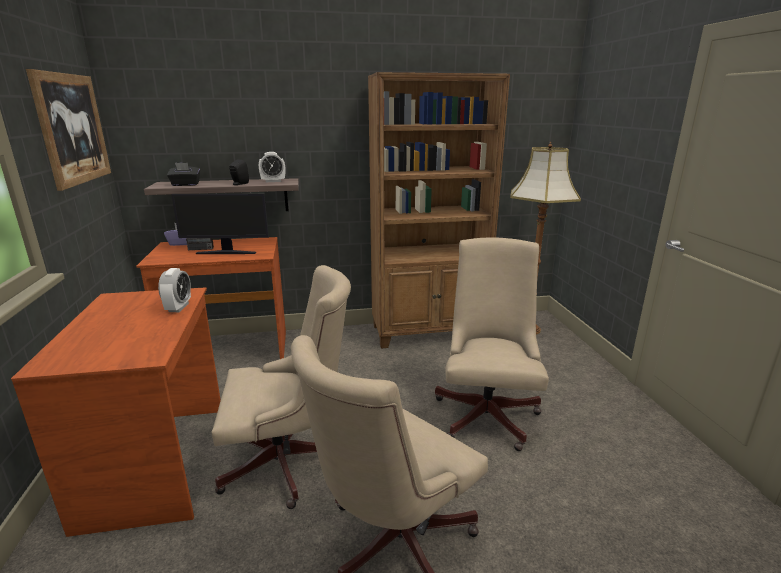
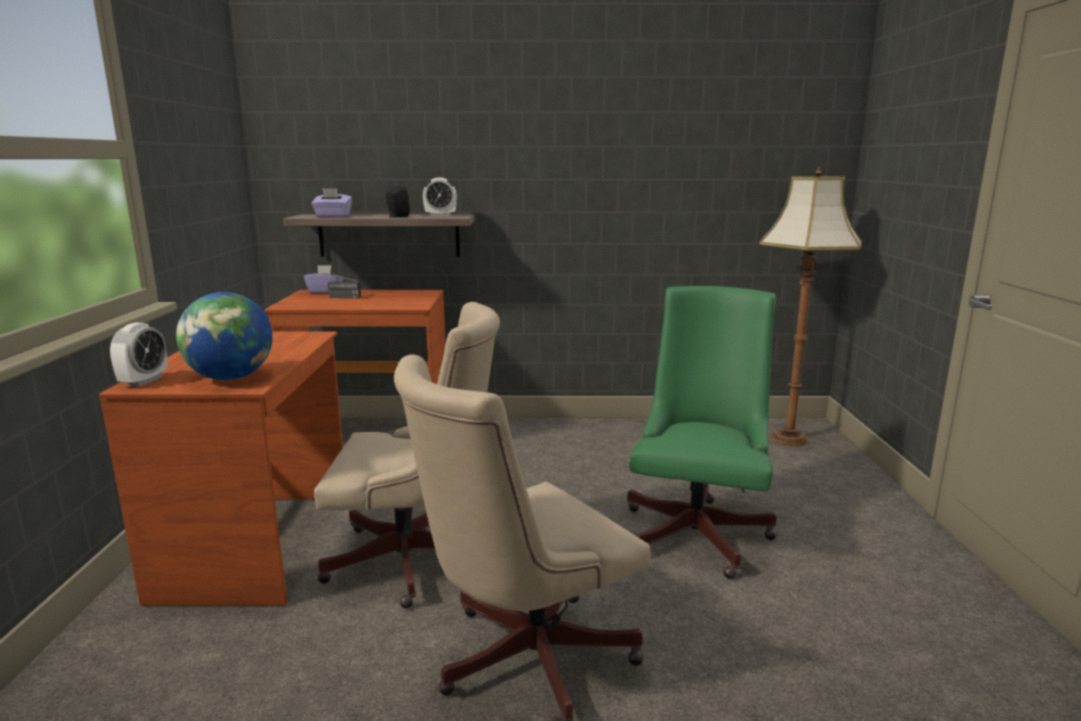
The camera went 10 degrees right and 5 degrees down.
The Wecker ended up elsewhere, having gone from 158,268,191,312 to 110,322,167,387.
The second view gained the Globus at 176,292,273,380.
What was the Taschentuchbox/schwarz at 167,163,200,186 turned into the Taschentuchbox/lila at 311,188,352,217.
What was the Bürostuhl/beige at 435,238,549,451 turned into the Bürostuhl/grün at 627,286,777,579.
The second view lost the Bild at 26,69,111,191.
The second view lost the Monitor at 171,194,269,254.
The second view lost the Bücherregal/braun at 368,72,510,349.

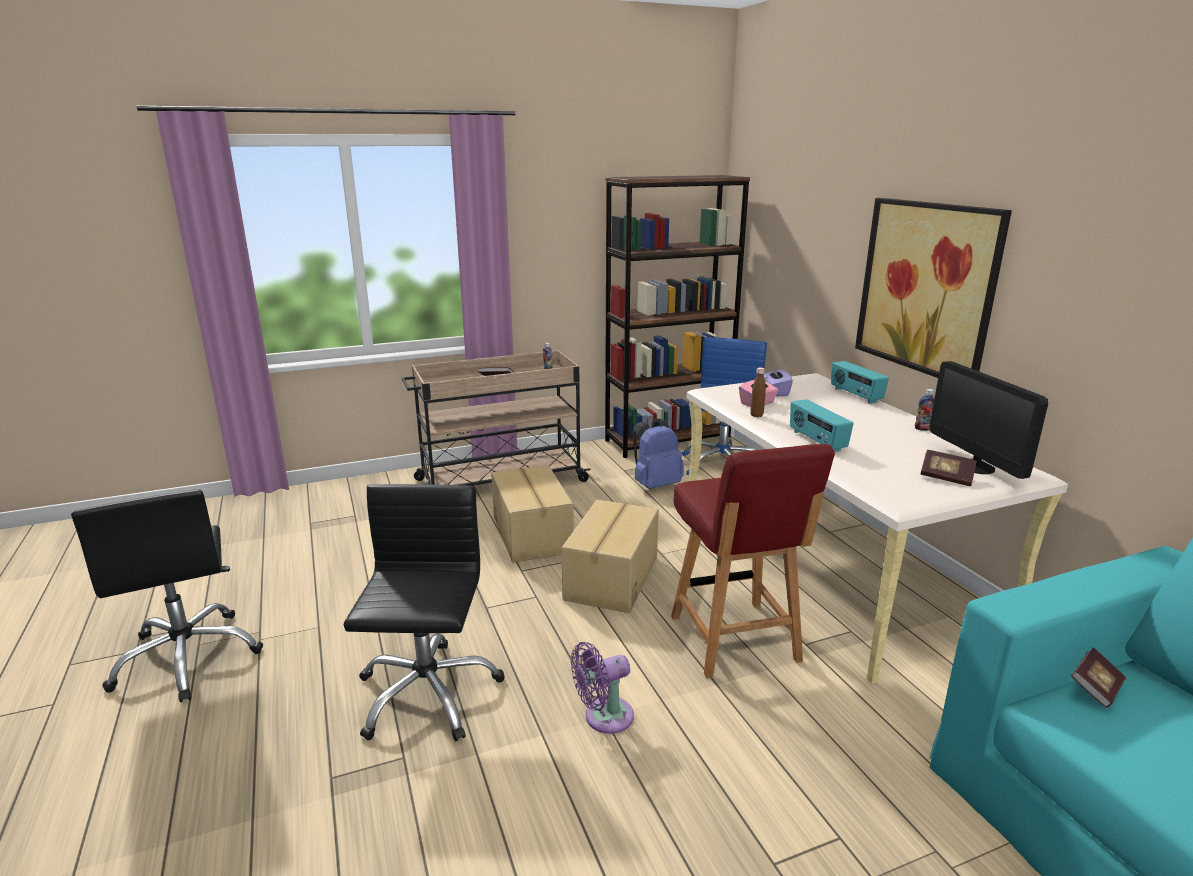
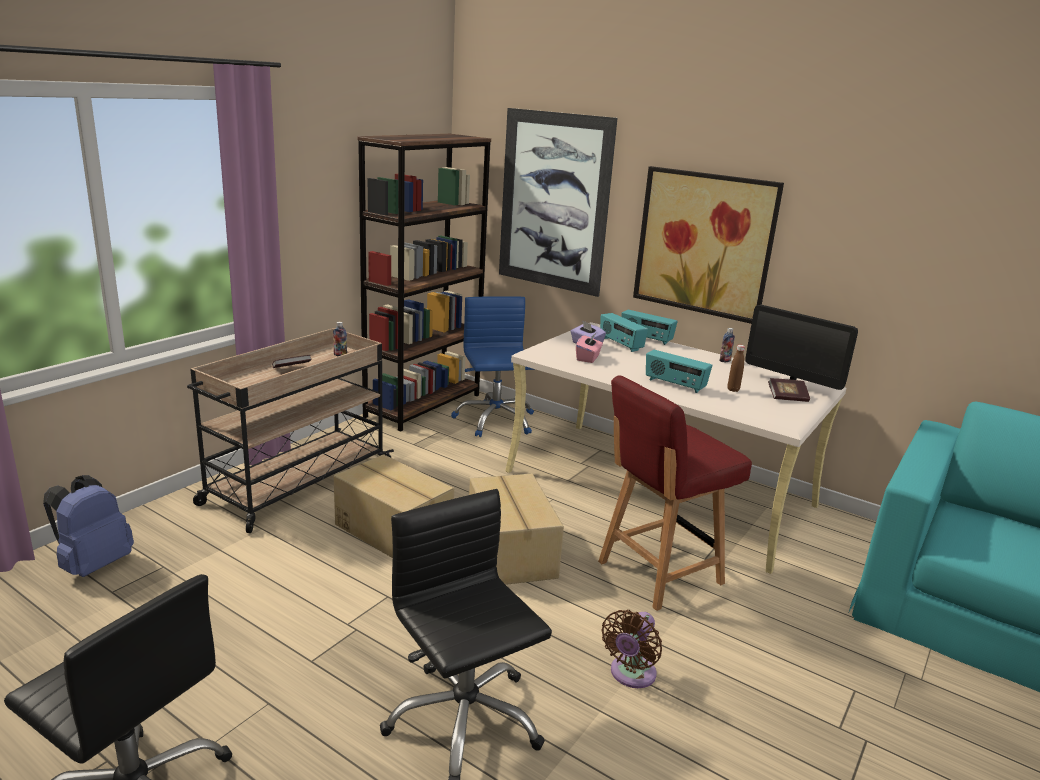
The camera went 35 degrees left and 0 degrees up.
The Rucksack/blau ended up elsewhere, having gone from 633,418,684,489 to 43,475,134,577.
The second view gained the Bild at 499,108,618,297.
The Stuhl/rot at 671,444,835,678 ended up facing another way, 105 degrees clockwise from before.
The second view gained the Radio at 600,313,648,352.
What was the Ventilator/lila at 571,642,634,734 turned into the Ventilator/braun at 602,610,662,688.
The Flasche/braun ended up elsewhere, having gone from 750,368,766,417 to 728,345,745,392.
The second view lost the Buch at 1071,647,1126,708.

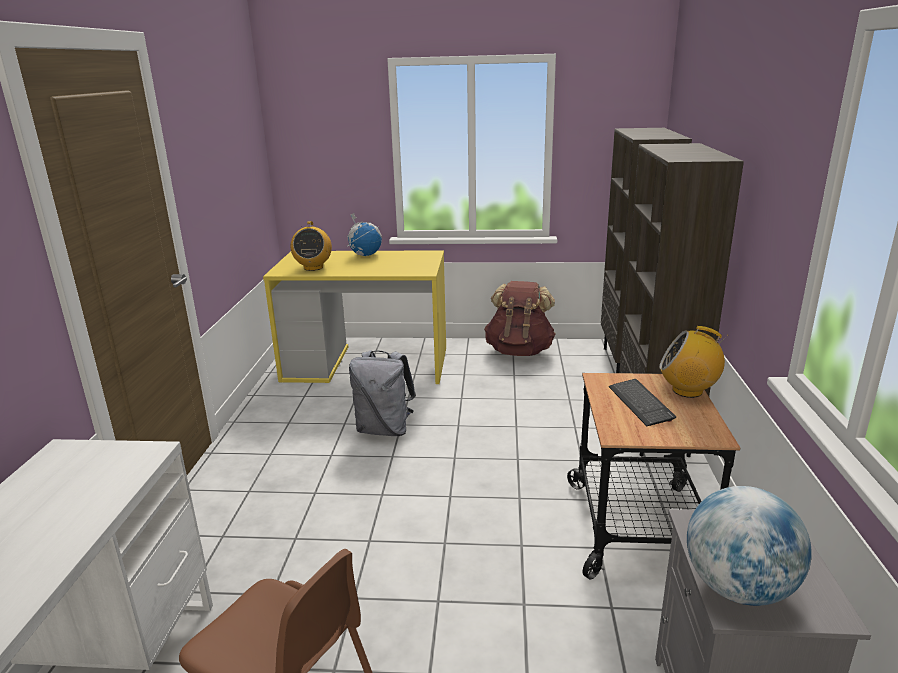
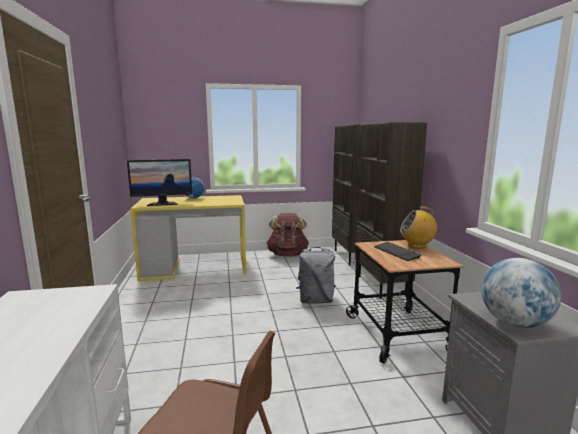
The camera went 15 degrees left and 10 degrees down.
Where the Radio stood at 290,221,332,271, the Monitor came to stand at 127,159,192,206.
The Rucksack/grau ended up elsewhere, having gone from 349,350,416,436 to 296,247,336,304.

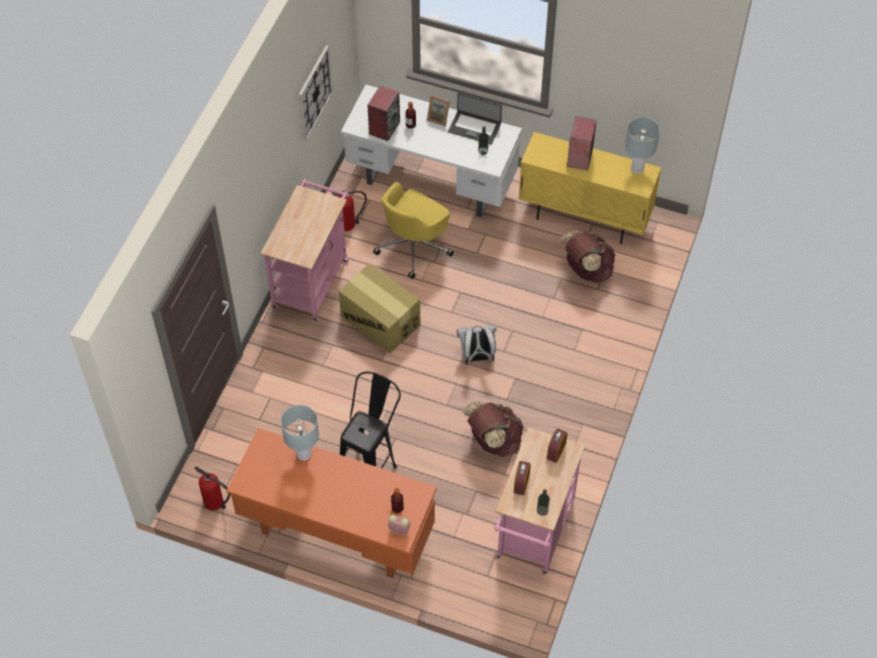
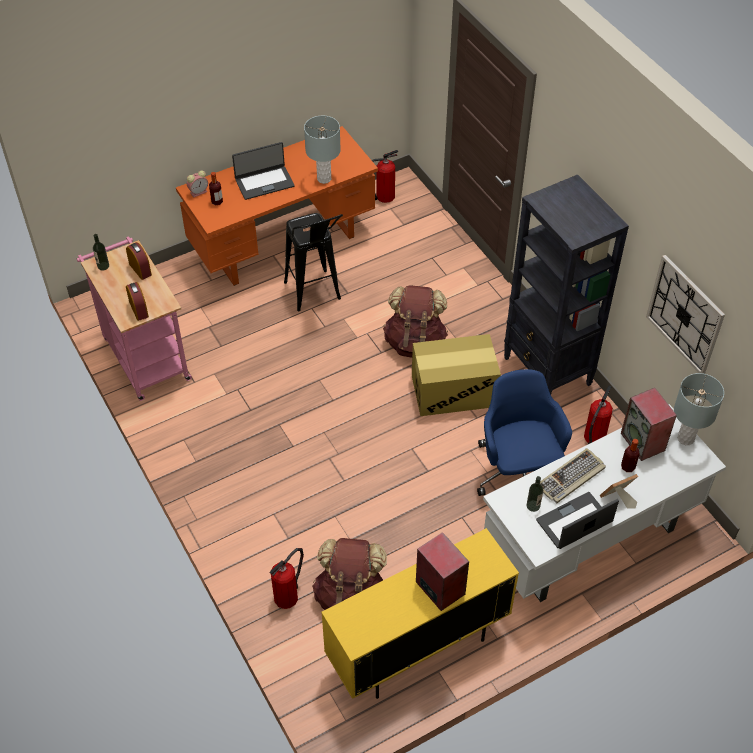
The camera went 130 degrees right and 5 degrees down.
The second view gained the Laptop at 232,142,295,200.
The second view gained the Feuerlöscher at 269,548,304,609.
The Rucksack/braun ended up elsewhere, having gone from 463,401,524,457 to 383,285,448,358.
What was the Bürostuhl/gelb at 373,182,454,279 turned into the Bürostuhl/blau at 477,369,572,496.
Where the Rollwagen/rosa stood at 261,179,349,322, the Bücherregal/schwarz came to stand at 504,174,629,394.
The second view gained the Tastatur at 540,448,606,503.
The Tischlampe/grau ended up elsewhere, having gone from 625,117,660,174 to 674,373,724,445.
The second view lost the Rucksack/weiß at 456,325,497,365.

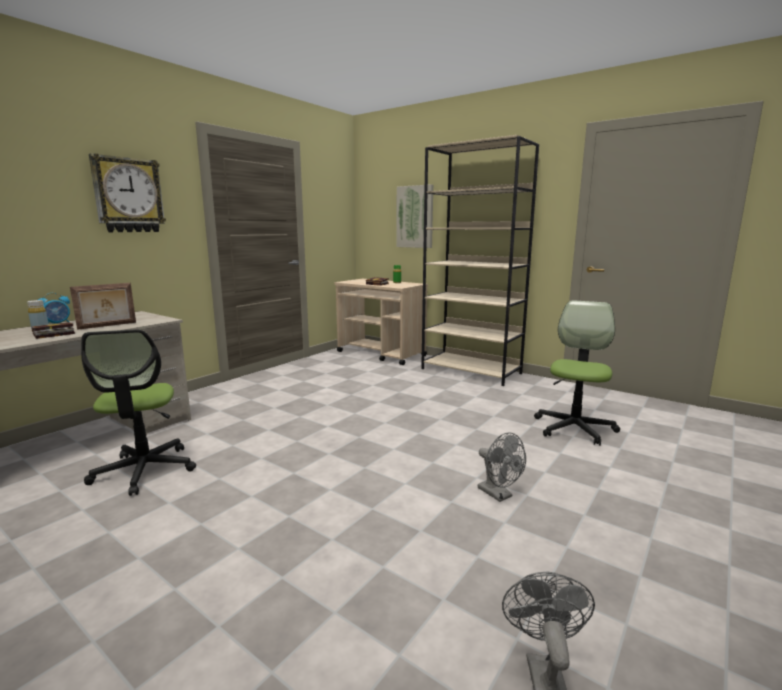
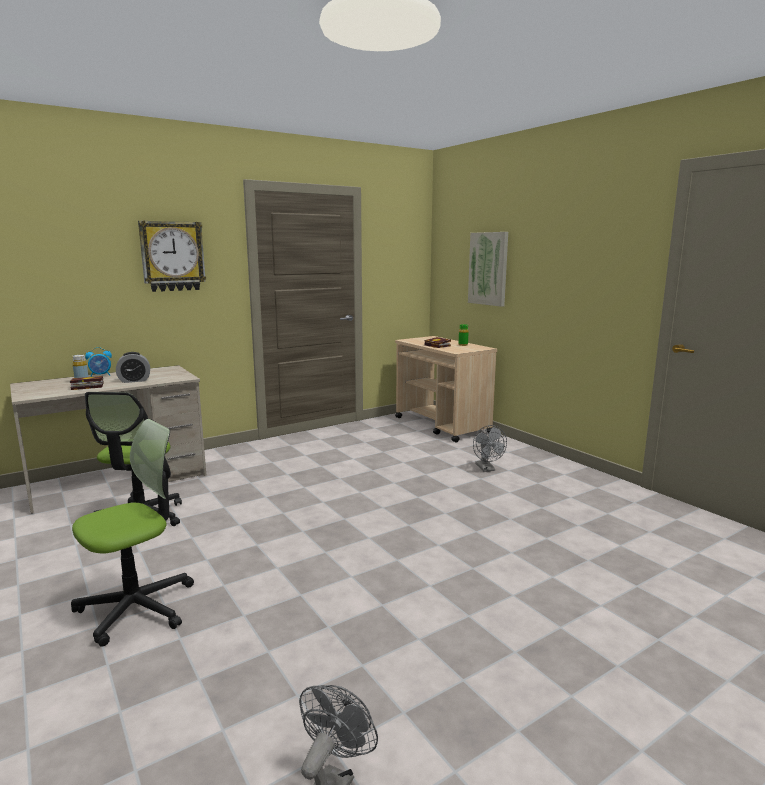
The camera went 20 degrees right and 0 degrees up.
The Bürostuhl ended up elsewhere, having gone from 534,300,620,446 to 71,419,194,647.
Where the Bilderrahmen stood at 70,283,136,330, the Wecker came to stand at 116,352,150,383.
The Ventilator/grau ended up elsewhere, having gone from 478,432,526,502 to 473,425,507,472.
The second view lost the Bücherregal/beige at 421,135,539,386.

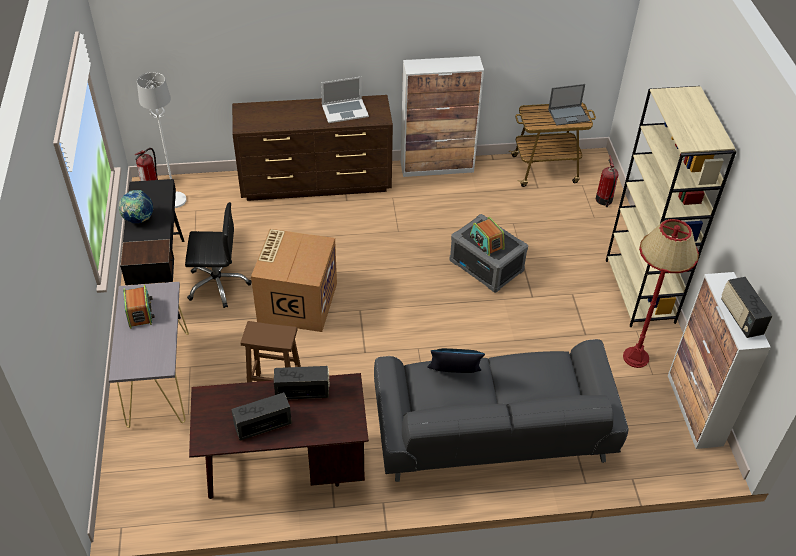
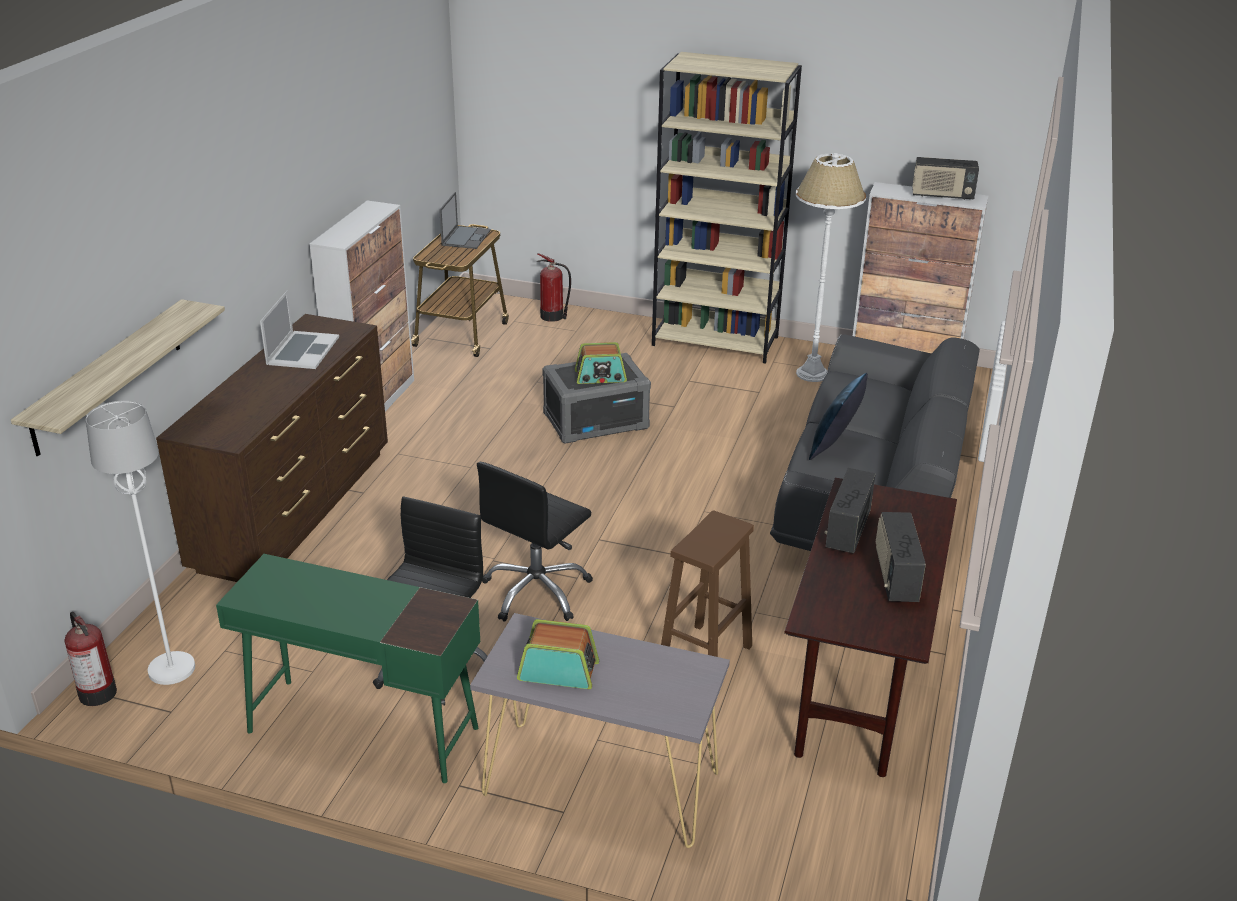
The camera went 65 degrees left and 15 degrees down.
The second view gained the Wandregal at 11,299,225,456.
What was the Schreibtisch/schwarz at 120,179,184,319 turned into the Schreibtisch/grün at 216,554,480,783.
Where the Karton stood at 251,229,337,332, the Bürostuhl/schwarz came to stand at 477,462,593,622.
What was the Stehlampe/rot at 623,219,699,368 turned into the Stehlampe/weiß at 796,153,866,382.
The second view lost the Globus at 119,190,153,223.

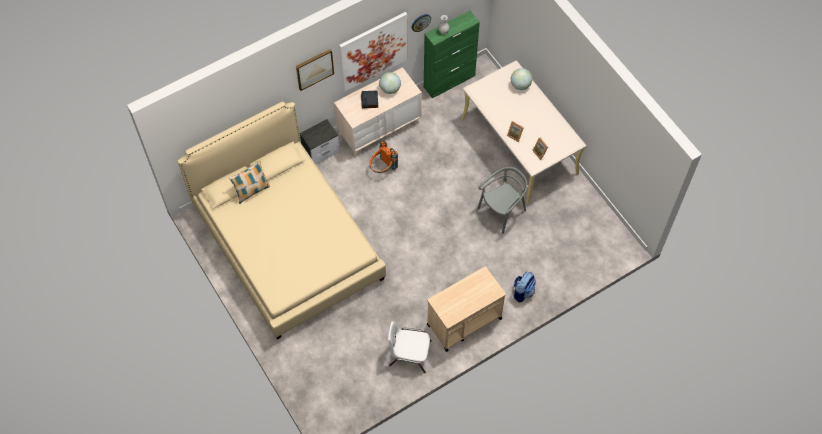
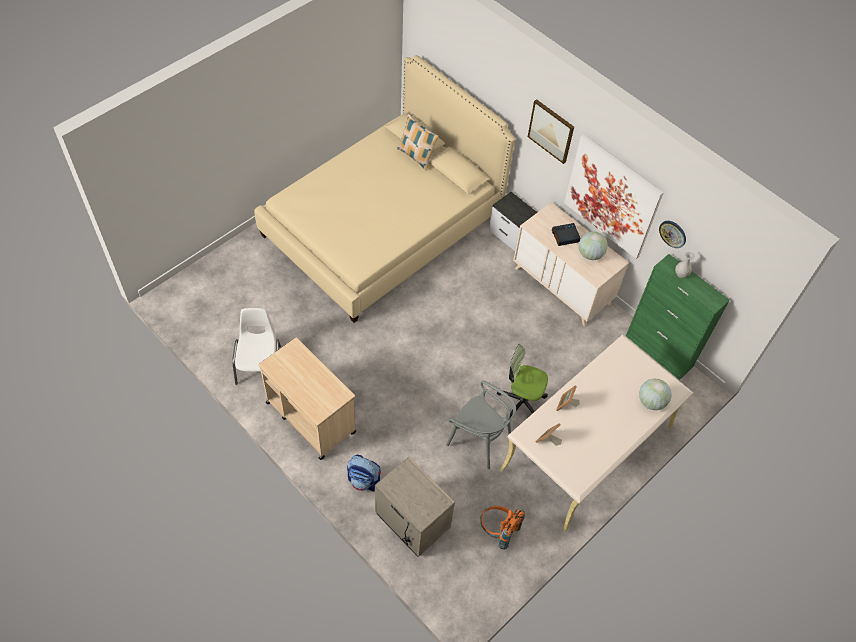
The camera went 75 degrees right and 5 degrees down.
The second view gained the Nachttisch/beige at 375,457,455,557.
The Rucksack/orange ended up elsewhere, having gone from 370,140,398,173 to 480,506,525,550.
The second view gained the Bürostuhl at 497,344,548,417.

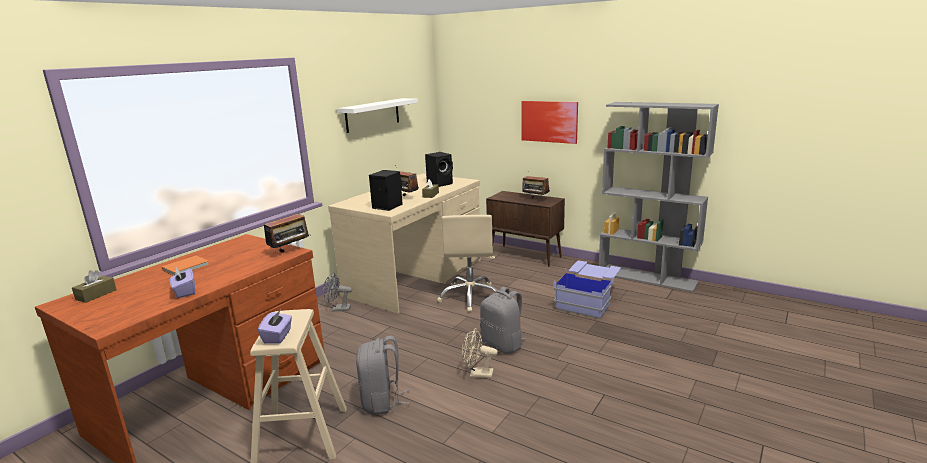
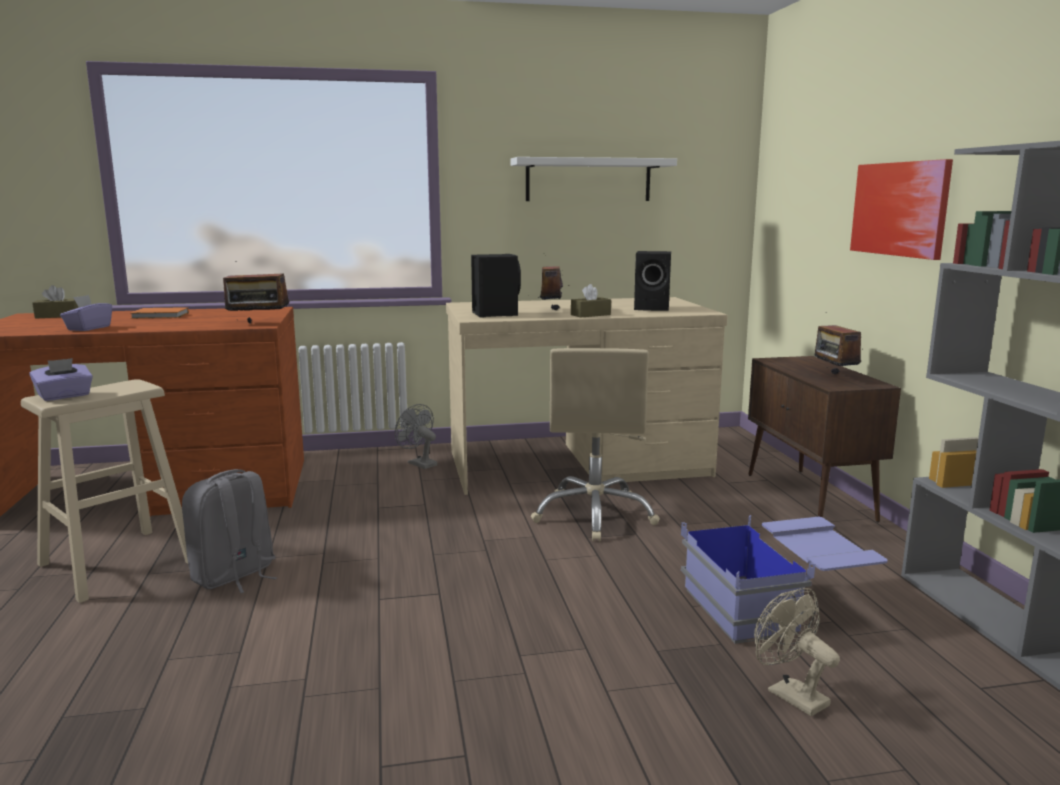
The camera went 45 degrees right and 5 degrees down.
The Bürostuhl/beige at 437,215,497,312 ended up facing another way, 45 degrees counterclockwise from before.
The Ventilator/beige ended up elsewhere, having gone from 462,328,498,378 to 754,588,840,716.
The second view lost the Rucksack/grau at 480,287,526,354.

